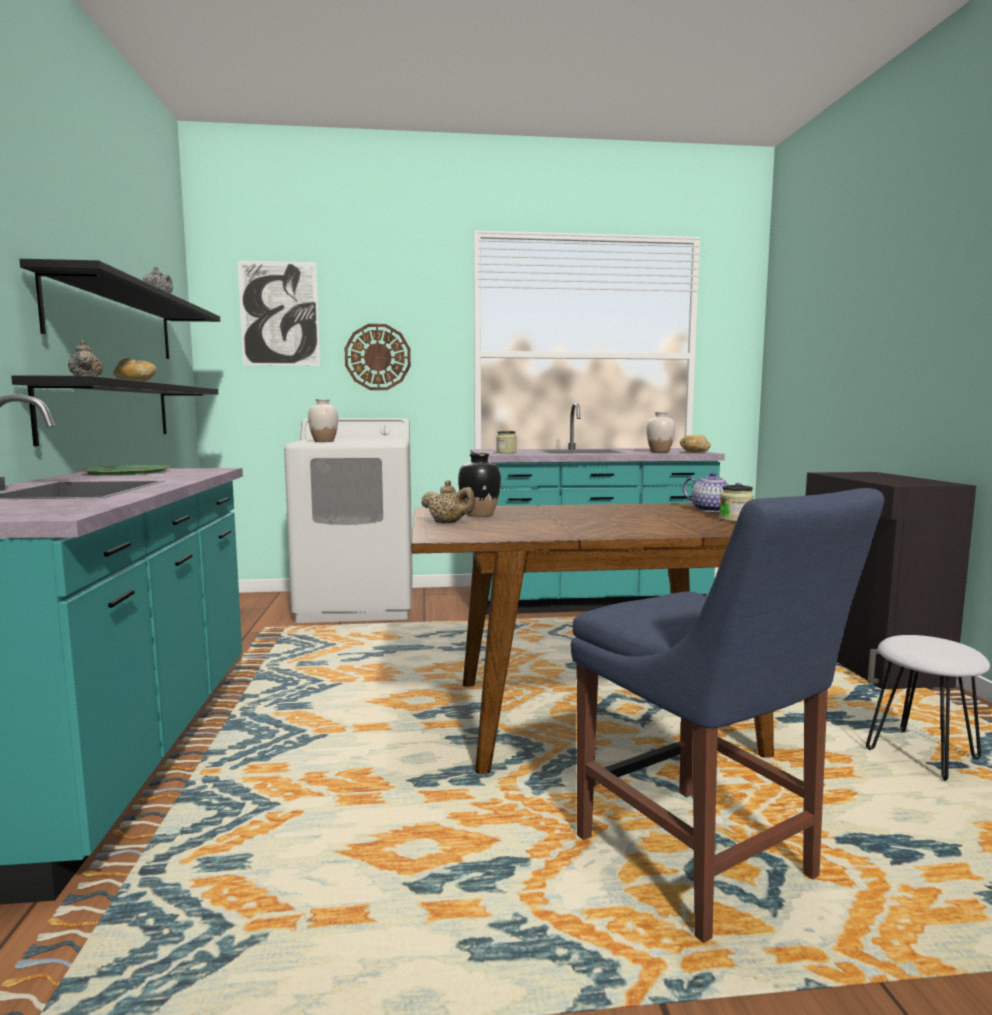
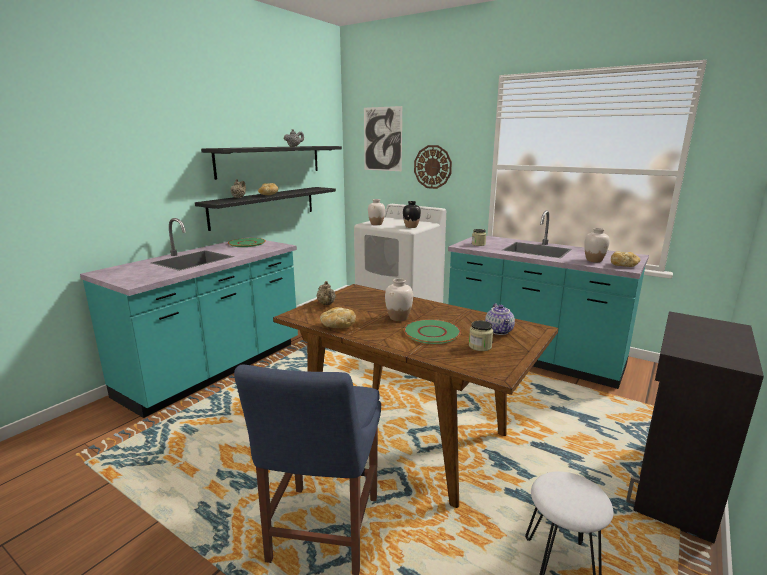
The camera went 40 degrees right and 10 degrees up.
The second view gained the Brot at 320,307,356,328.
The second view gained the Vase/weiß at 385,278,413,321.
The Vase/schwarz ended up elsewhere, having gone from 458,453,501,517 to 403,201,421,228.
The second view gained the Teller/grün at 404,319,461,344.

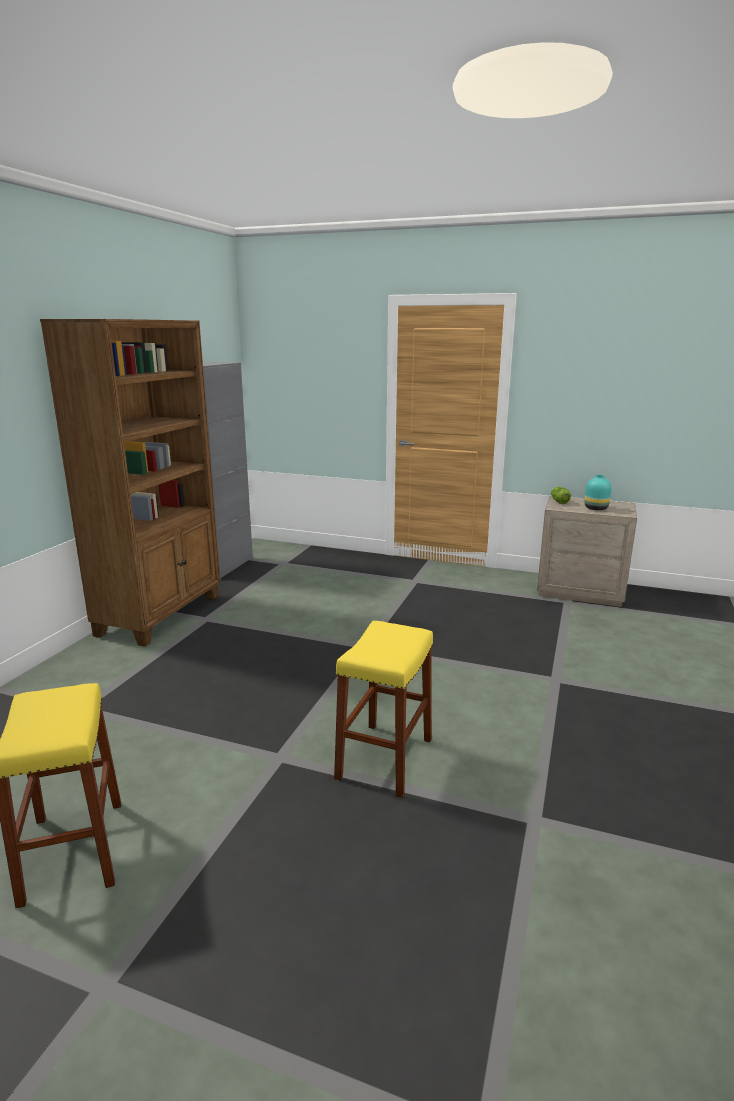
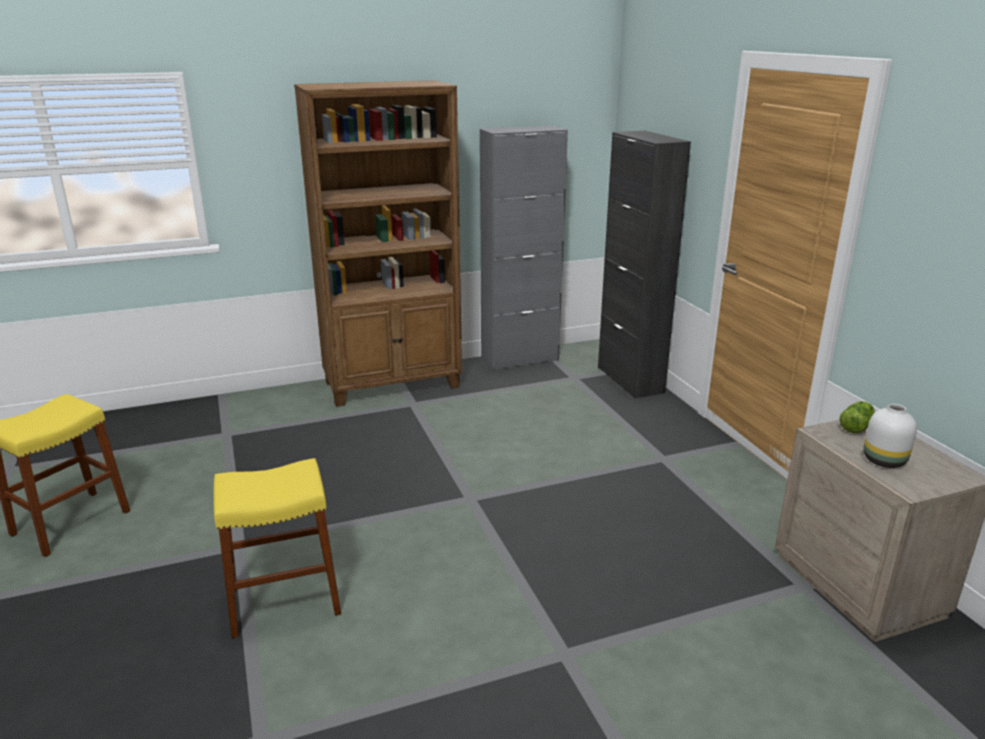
The camera went 50 degrees right and 5 degrees up.
The second view gained the Schrank/schwarz at 598,131,691,399.
What was the Vase/türkis at 585,475,612,510 turned into the Vase/weiß at 864,404,917,468.

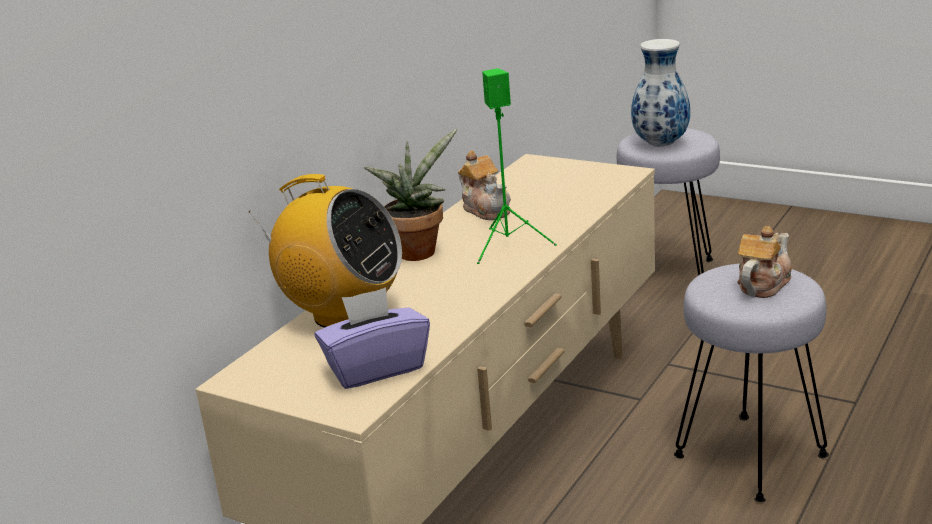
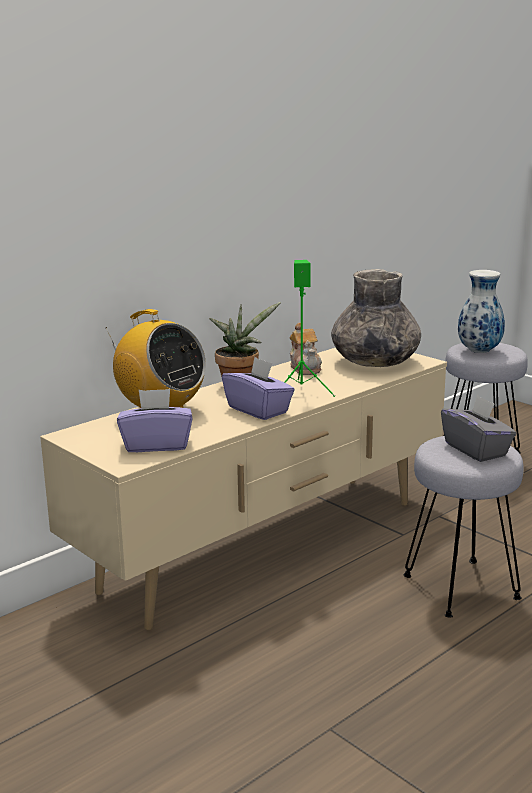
The camera went 15 degrees right and 5 degrees down.
The second view gained the Taschentuchbox/lila at 222,357,295,420.
The second view gained the Vase/grau at 331,269,421,367.
Where the Teekanne stood at 737,226,792,298, the Taschentuchbox/grau came to stand at 441,394,516,462.

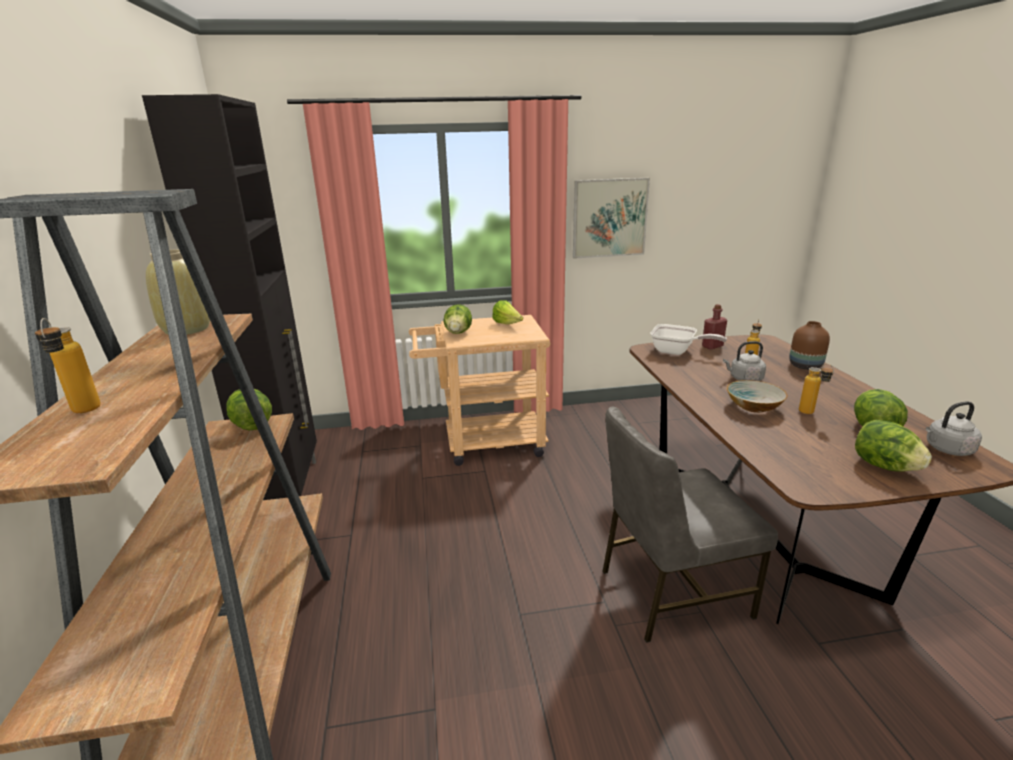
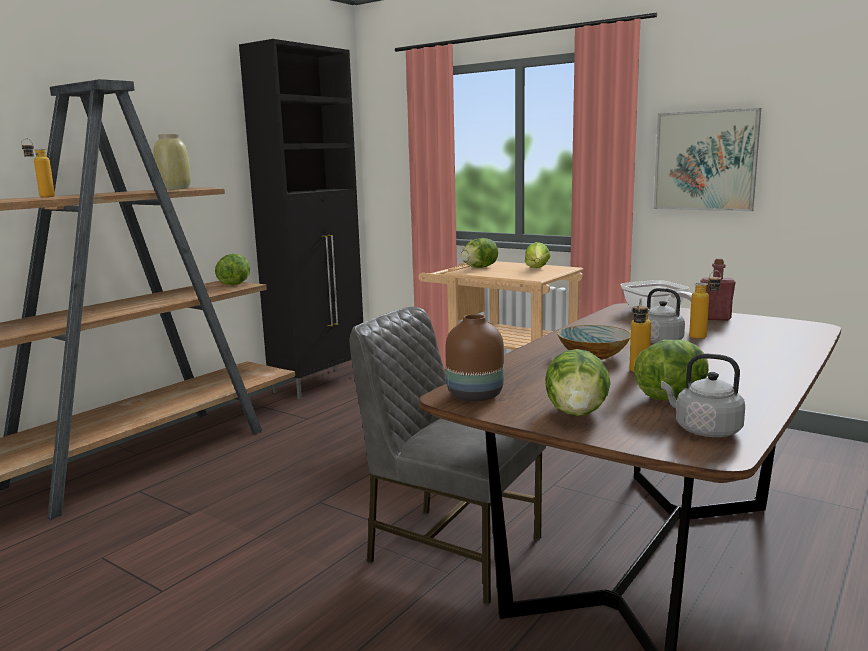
The camera went 45 degrees right and 10 degrees down.
The Vase/braun ended up elsewhere, having gone from 789,321,830,370 to 445,314,504,401.

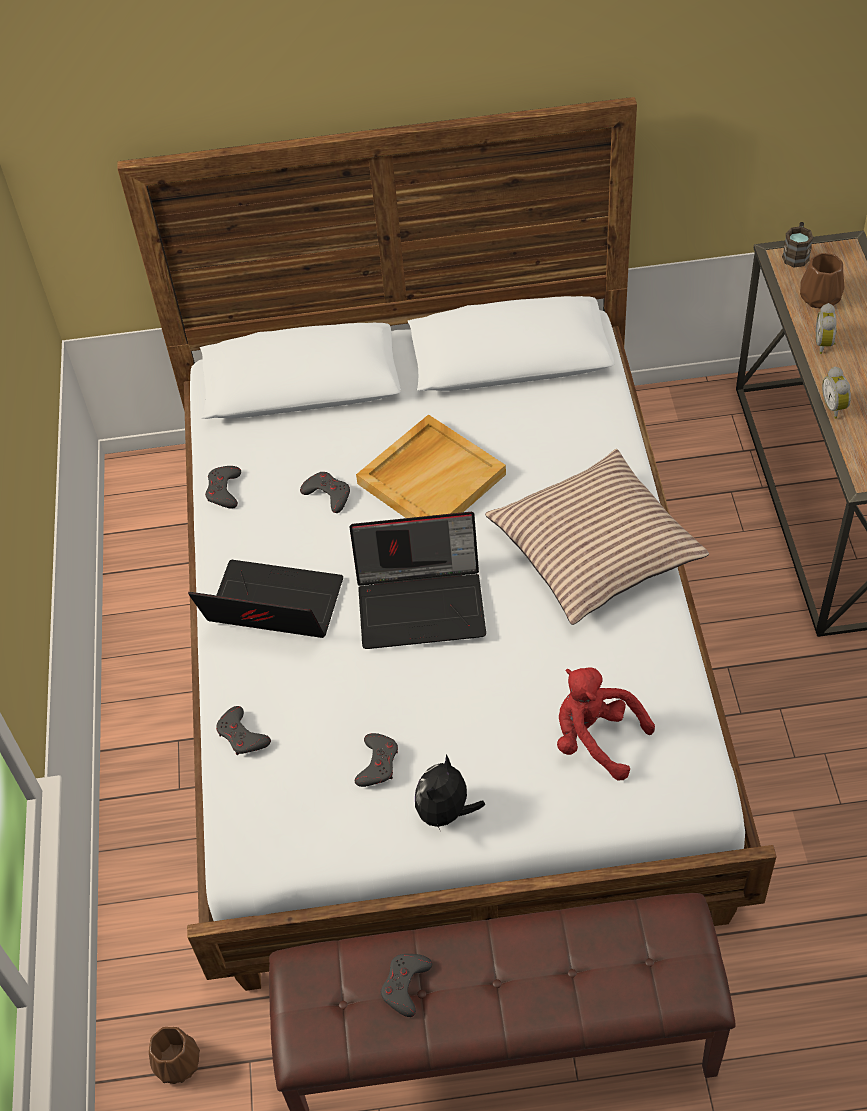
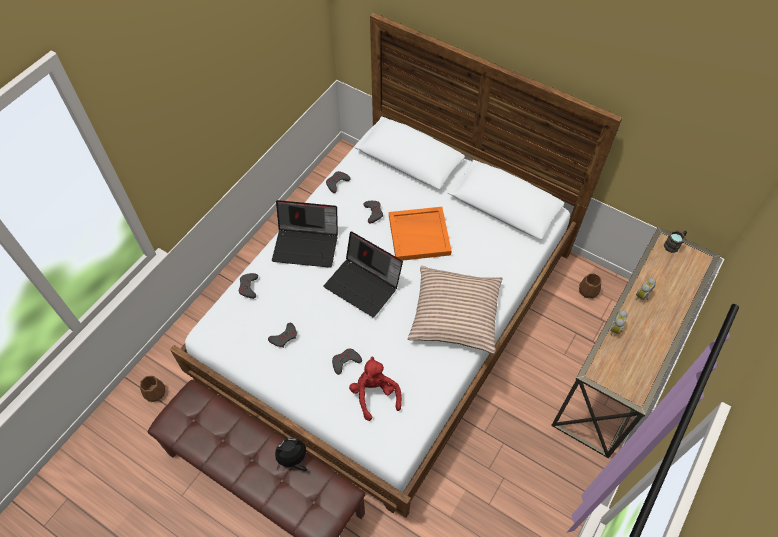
The camera went 35 degrees right and 5 degrees up.
The Laptop at 188,560,343,638 ended up facing another way, 135 degrees clockwise from before.
The Plüschtier ended up elsewhere, having gone from 415,754,485,830 to 275,438,307,471.
The Gamepad/grau ended up elsewhere, having gone from 381,954,432,1017 to 332,348,362,375.
What was the Tablett/beige at 356,414,506,518 turned into the Tablett/orange at 389,207,452,261.
The Vase/braun ended up elsewhere, having gone from 800,253,844,309 to 579,273,601,299.

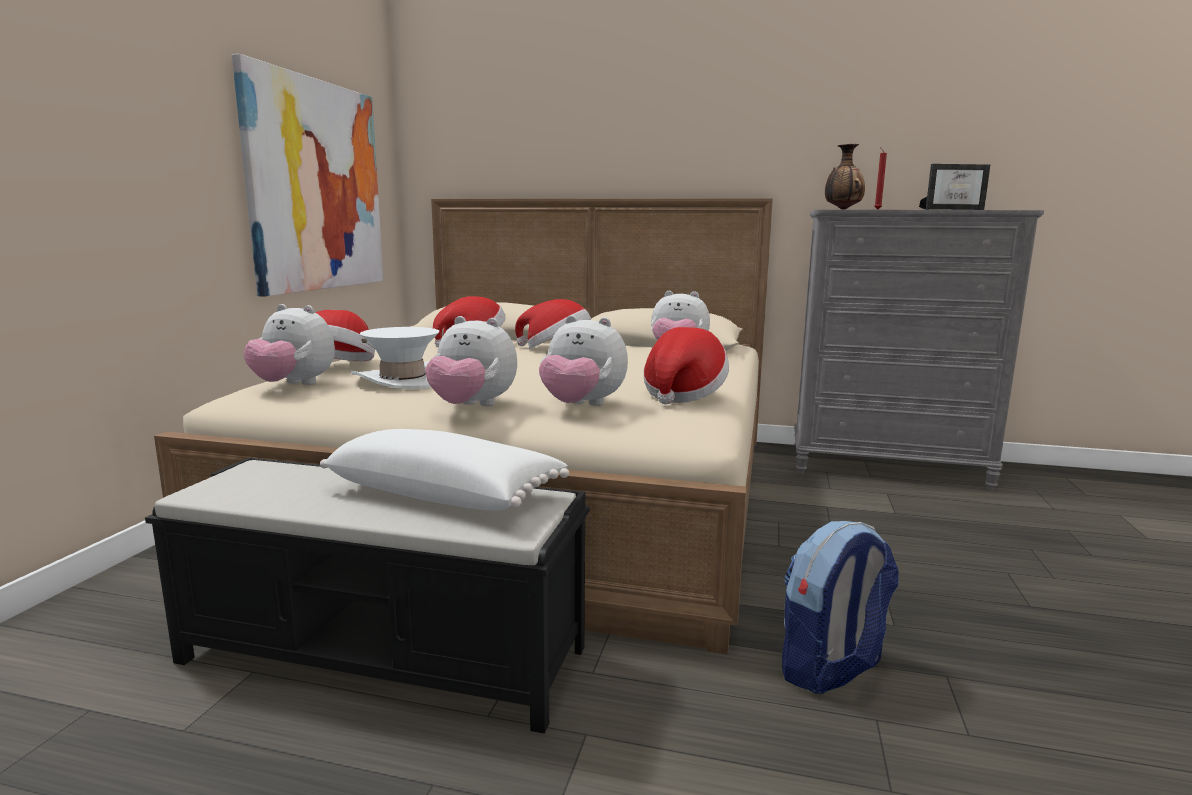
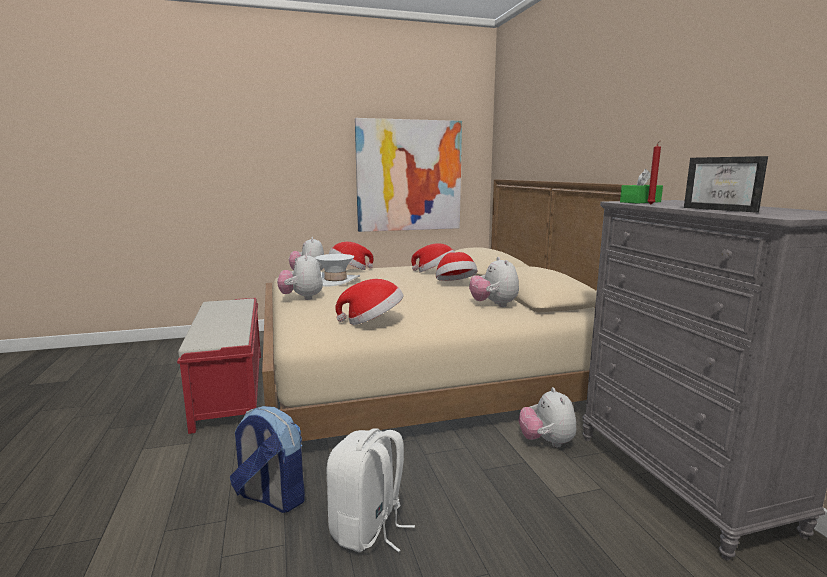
The camera went 60 degrees right and 0 degrees up.
What was the Bank/schwarz at 145,457,590,734 turned into the Bank/rot at 177,298,261,434.
The second view gained the Rucksack/weiß at 327,428,415,552.
The Plüschtier ended up elsewhere, having gone from 539,315,628,406 to 519,387,576,447.
Where the Vase stood at 825,144,865,210, the Taschentuchbox/grün came to stand at 620,169,663,203.
The second view lost the Kissen/weiß at 320,429,569,511.

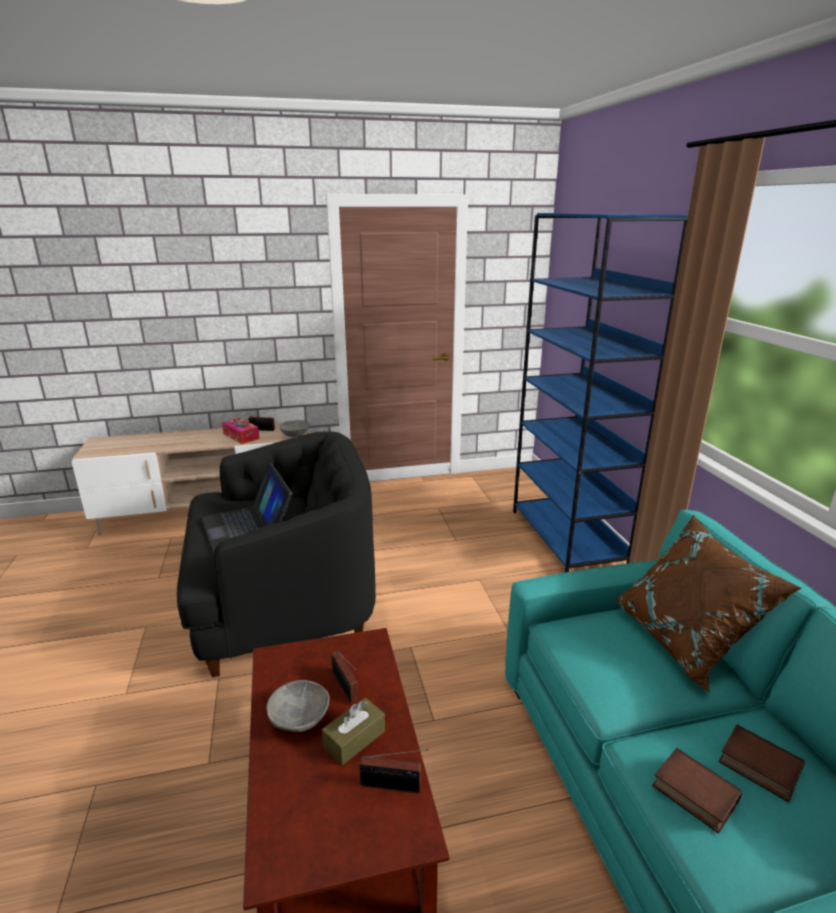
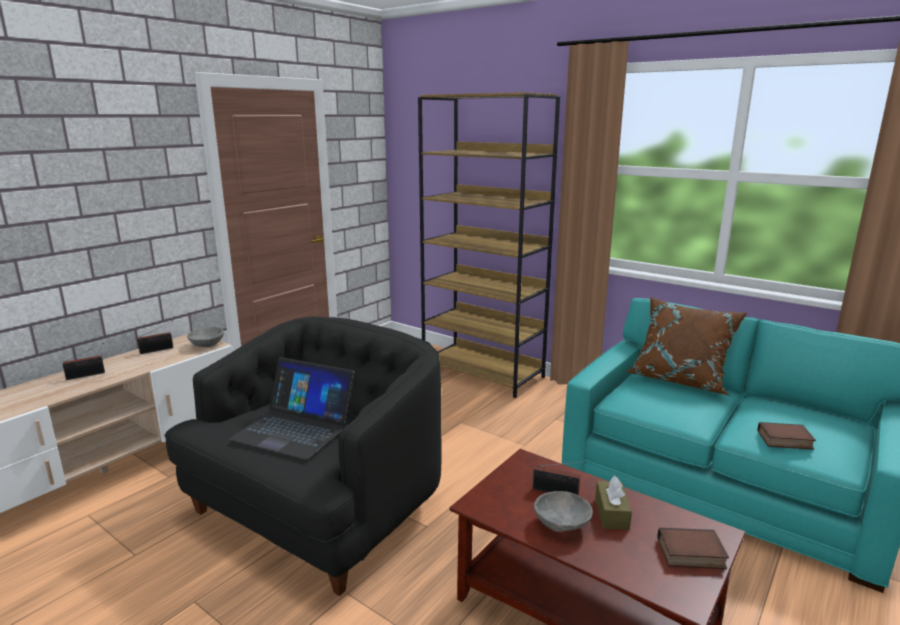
The camera went 40 degrees left and 5 degrees down.
The Radio ended up elsewhere, having gone from 359,749,428,793 to 63,343,105,380.
What was the Bücherregal/blau at 513,213,688,572 turned into the Bücherregal/braun at 418,92,560,398.
The Buch ended up elsewhere, having gone from 719,725,805,802 to 658,528,729,569.
The second view lost the Taschentuchbox at 222,418,260,444.

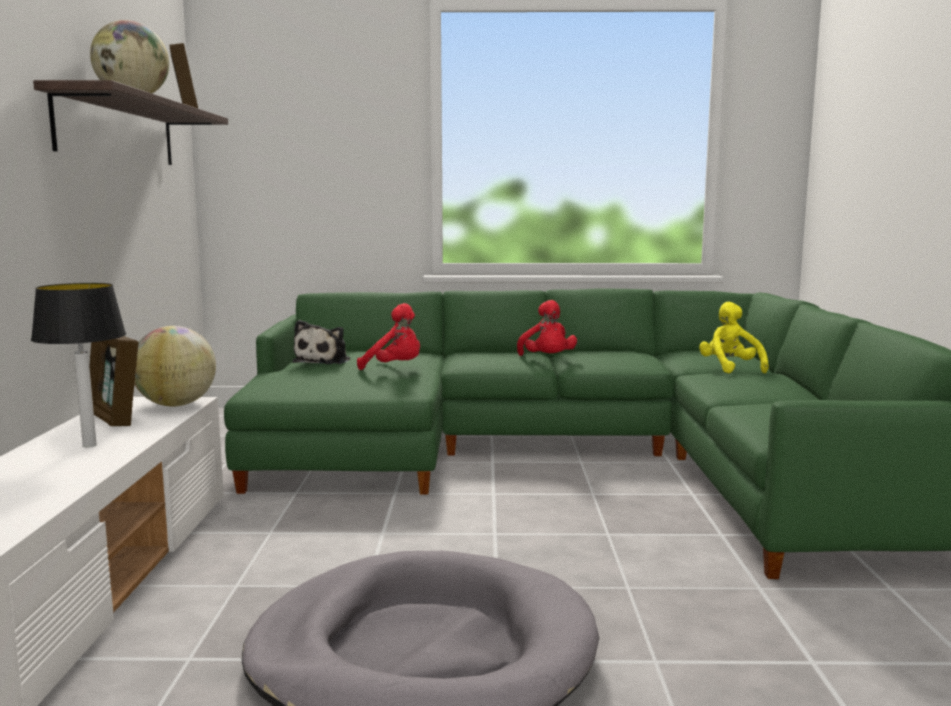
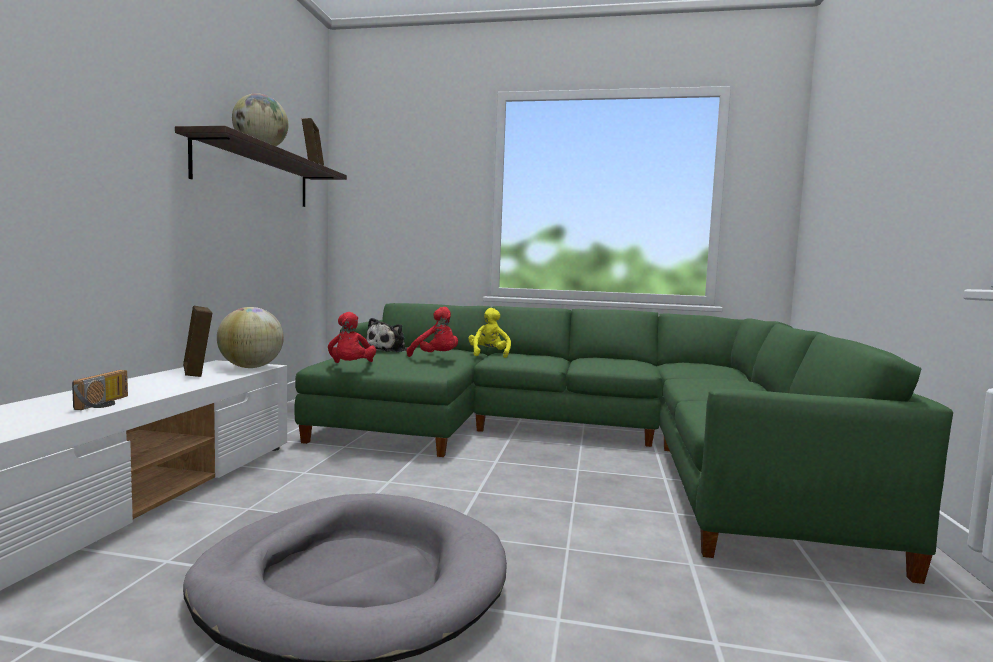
The camera went 10 degrees right and 5 degrees down.
The second view gained the Radio at 72,370,128,410.
The Plüschtier/rot ended up elsewhere, having gone from 517,300,577,356 to 328,312,376,363.
The Plüschtier/gelb ended up elsewhere, having gone from 699,302,769,373 to 468,308,511,358.
The second view lost the Tischlampe at 31,283,126,447.

